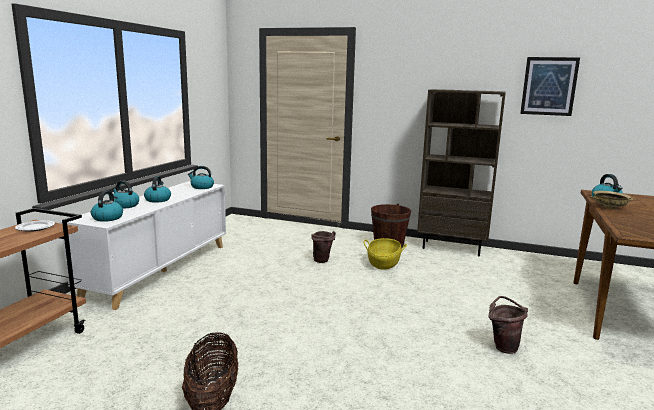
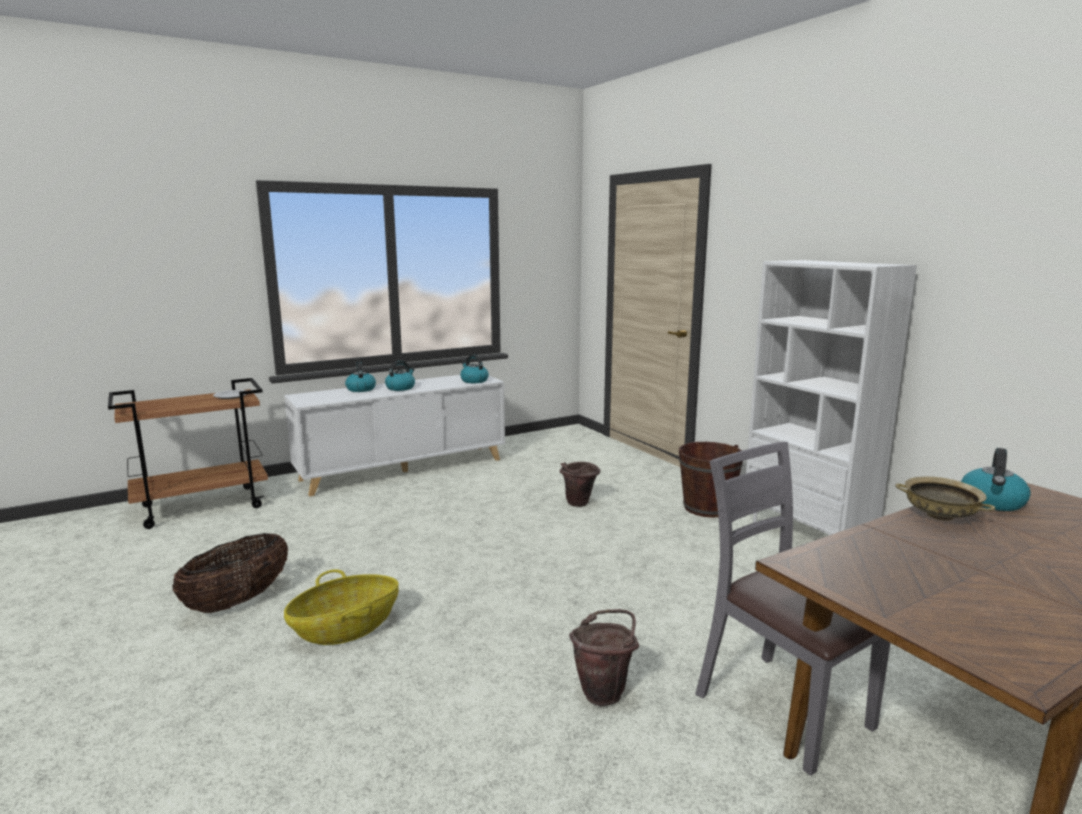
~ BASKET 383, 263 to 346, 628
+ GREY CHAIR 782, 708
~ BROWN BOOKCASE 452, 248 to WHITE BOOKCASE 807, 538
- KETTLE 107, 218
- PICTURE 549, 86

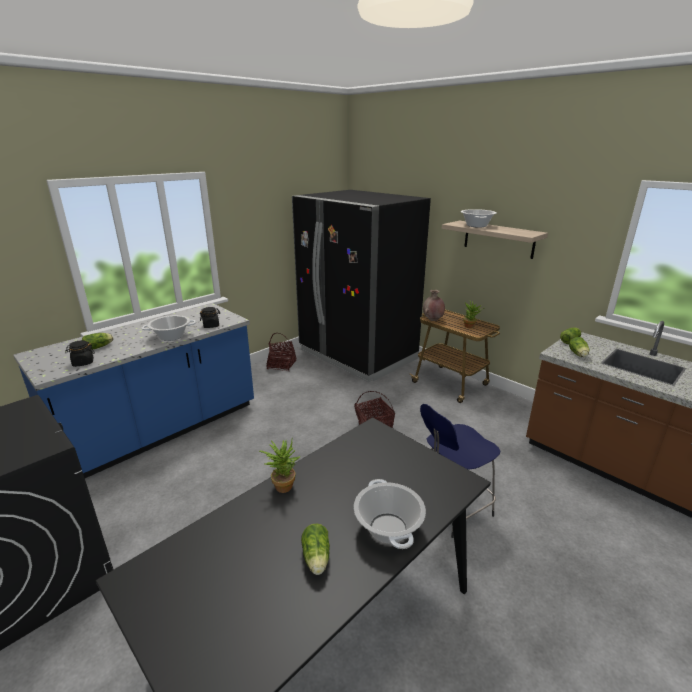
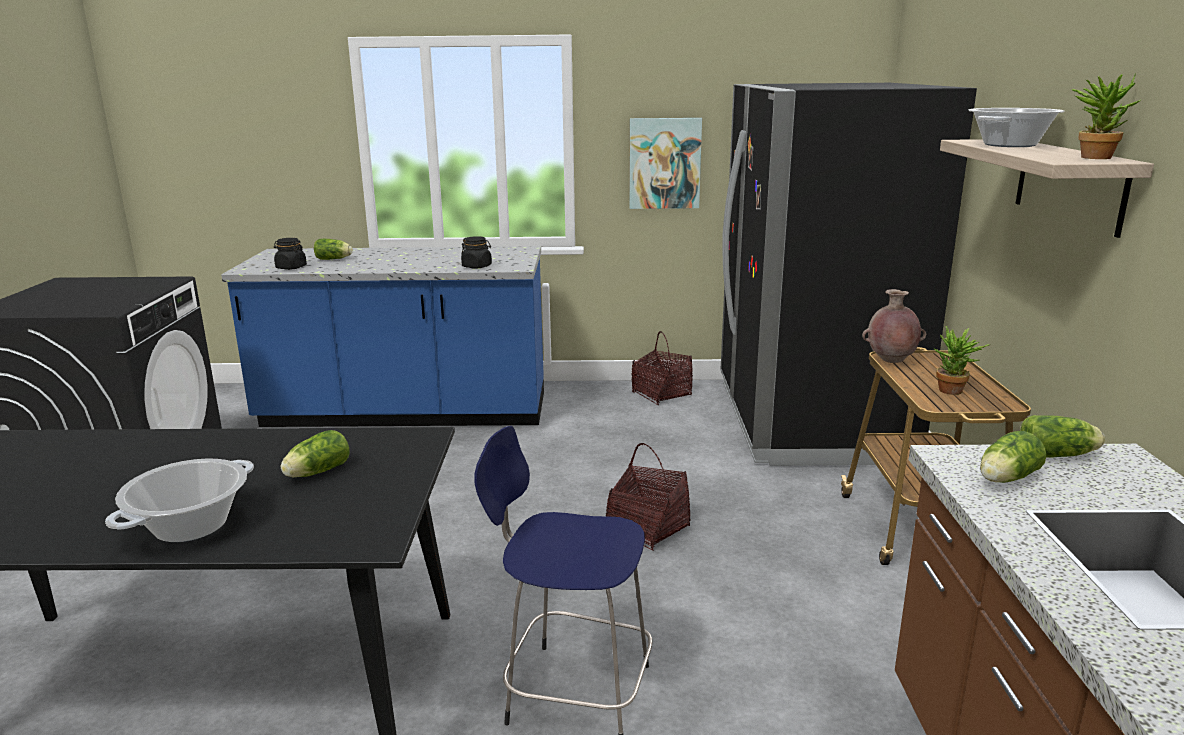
~ LETTUCE 316, 559 to 316, 473
+ PICTURE 664, 163
~ POTTED PLANT 282, 484 to 1094, 157
- COOKING POT 171, 337

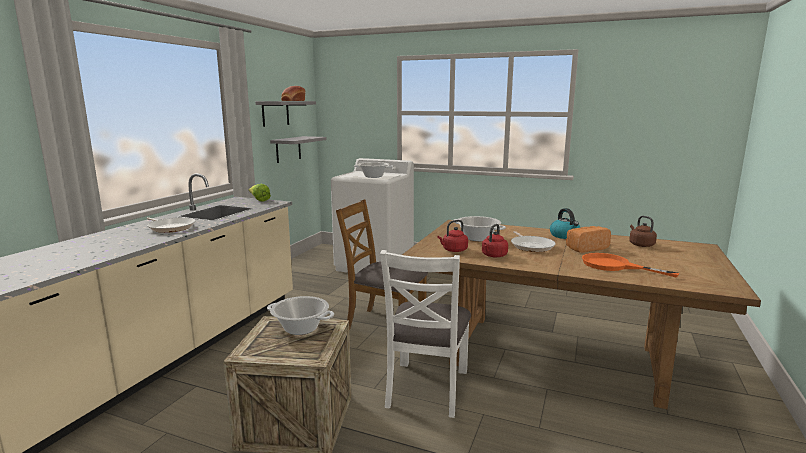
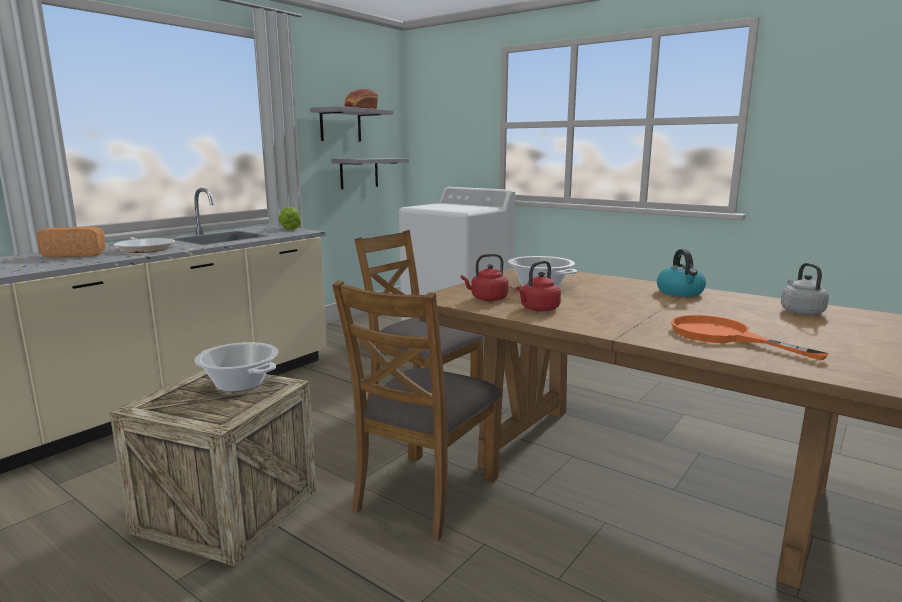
~ BREAD 585, 248 to 76, 254
~ WHITE CHAIR 426, 388 to BROWN CHAIR 425, 493
~ BROWN KETTLE 640, 244 to GREY KETTLE 800, 311
- COOKING POT 373, 176
- FRYING PAN 531, 246

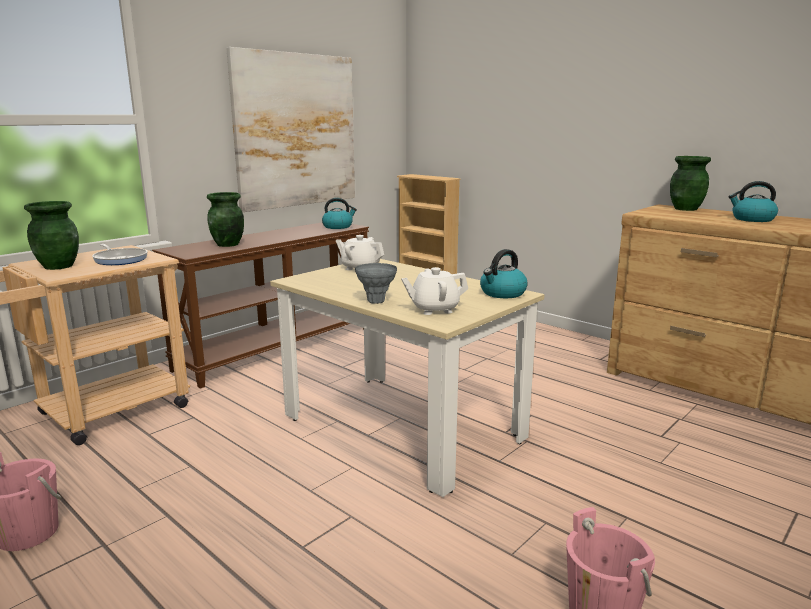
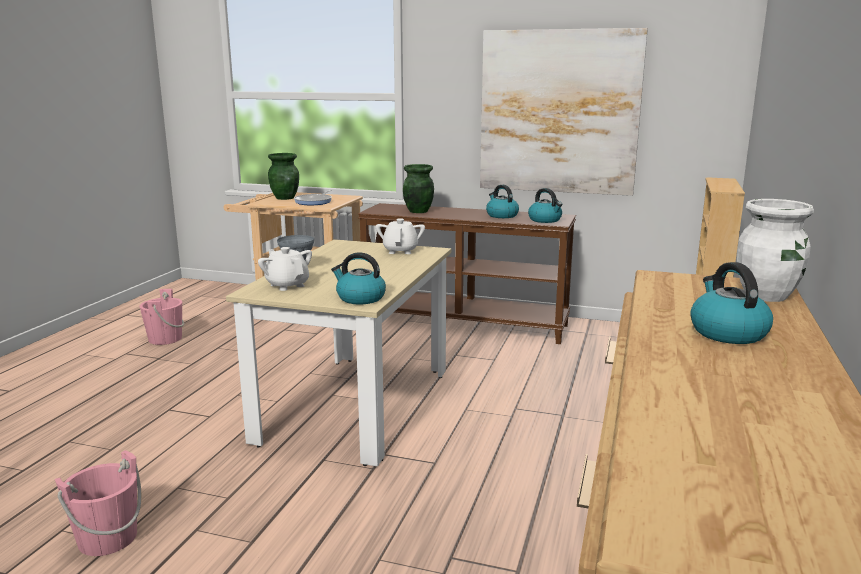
+ KETTLE 501, 215
~ GREEN VASE 685, 209 to WHITE VASE 767, 296

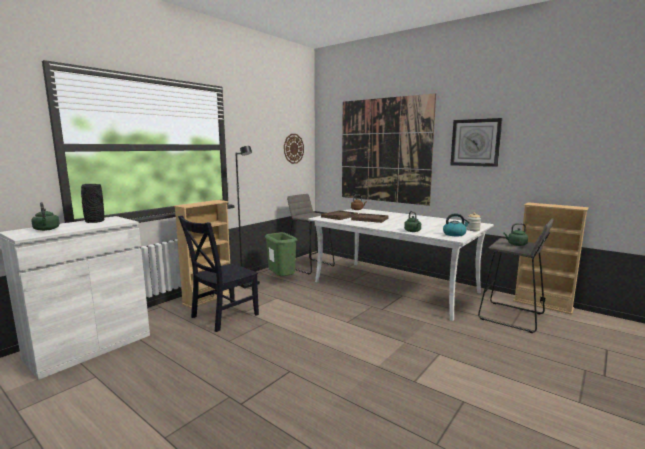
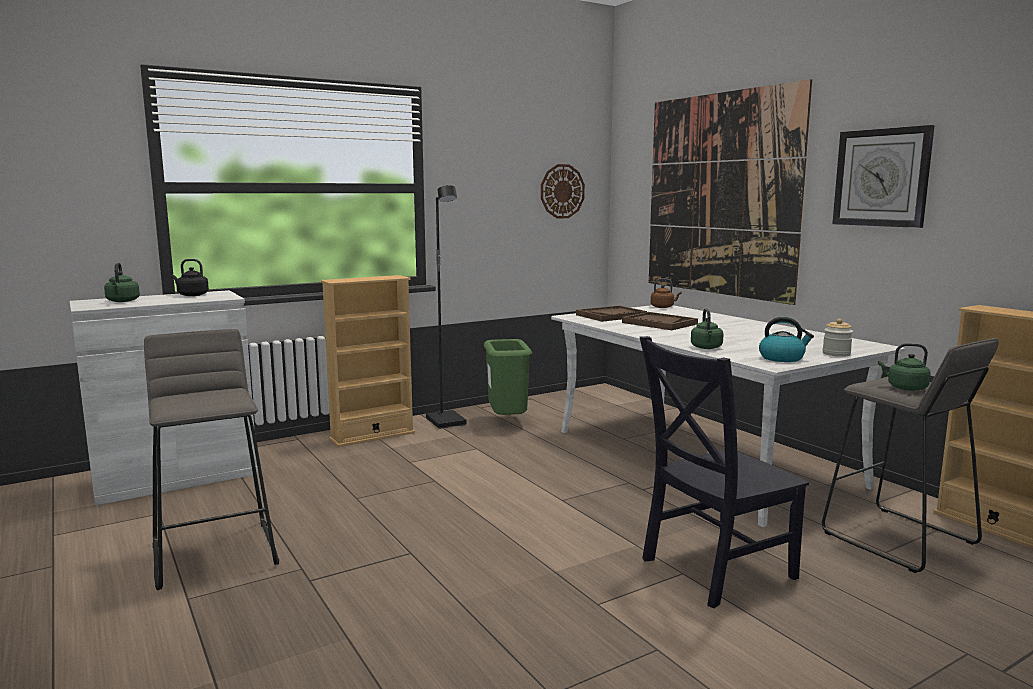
~ GREY STOOL 310, 266 to 216, 553
~ BLACK VASE 94, 221 to BLACK KETTLE 191, 295
~ BLACK CHAIR 222, 316 to 713, 570

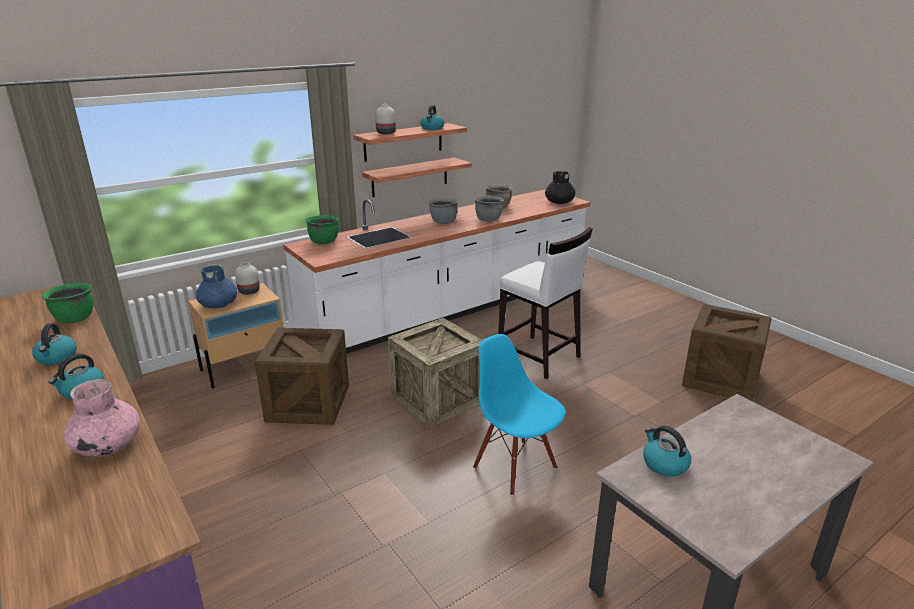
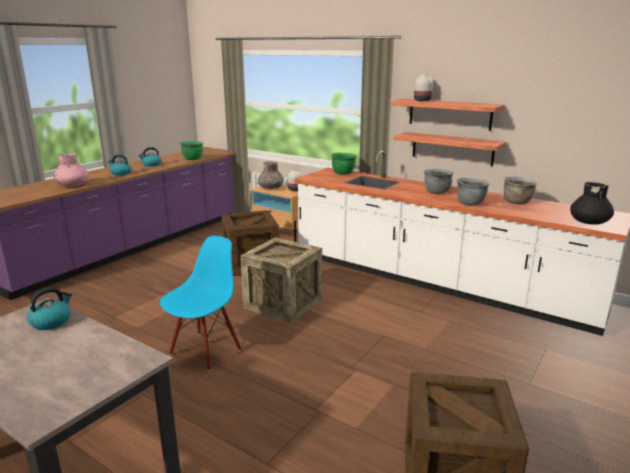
~ BLUE VASE 219, 304 to GREY VASE 271, 188
- KETTLE 432, 128
- WHITE STOOL 539, 357

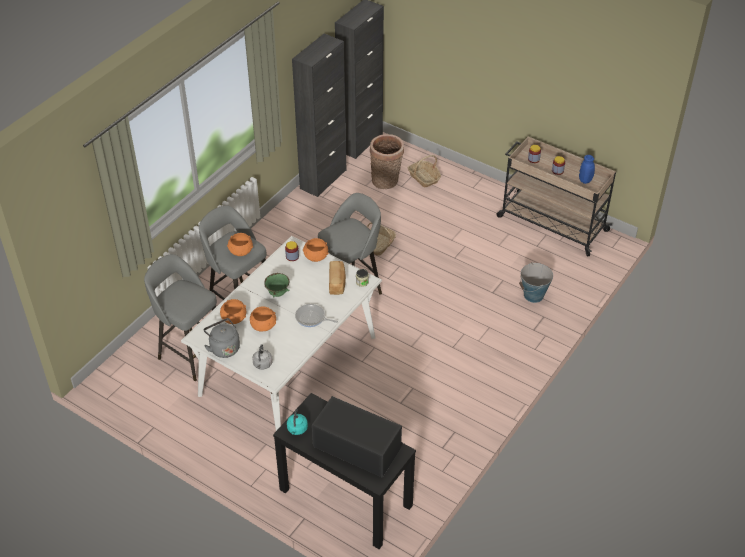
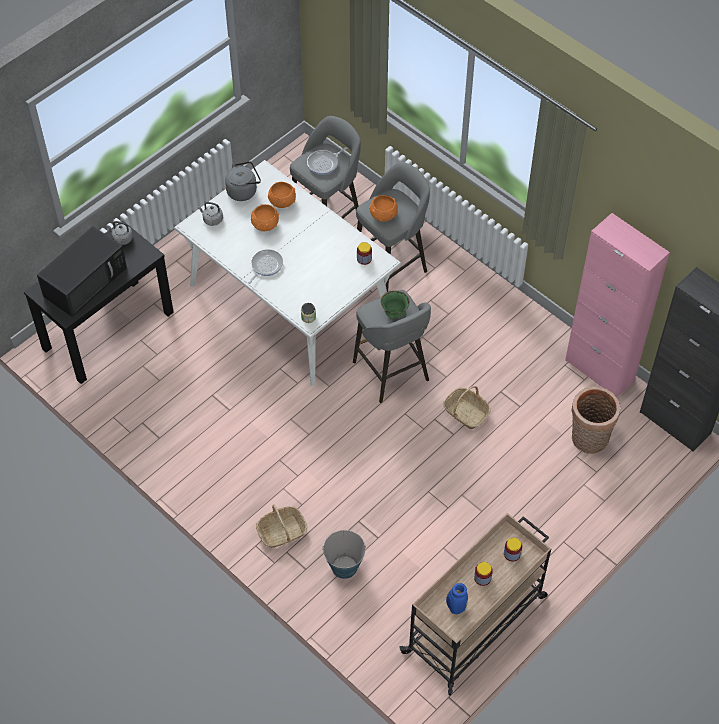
~ TURQUOISE KETTLE 297, 429 to GREY KETTLE 121, 238
~ BASKET 424, 178 to 282, 532
+ FRYING PAN 324, 163
~ GREEN BOWL 277, 293 to 394, 313
~ BLACK CABINET 323, 179 to PINK CABINET 599, 370
- ORANGE BOWL 316, 257
- BREAD 337, 283

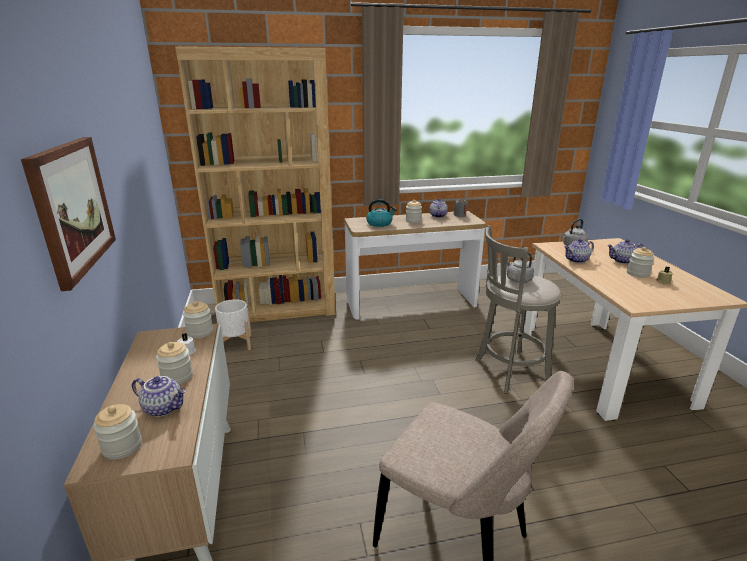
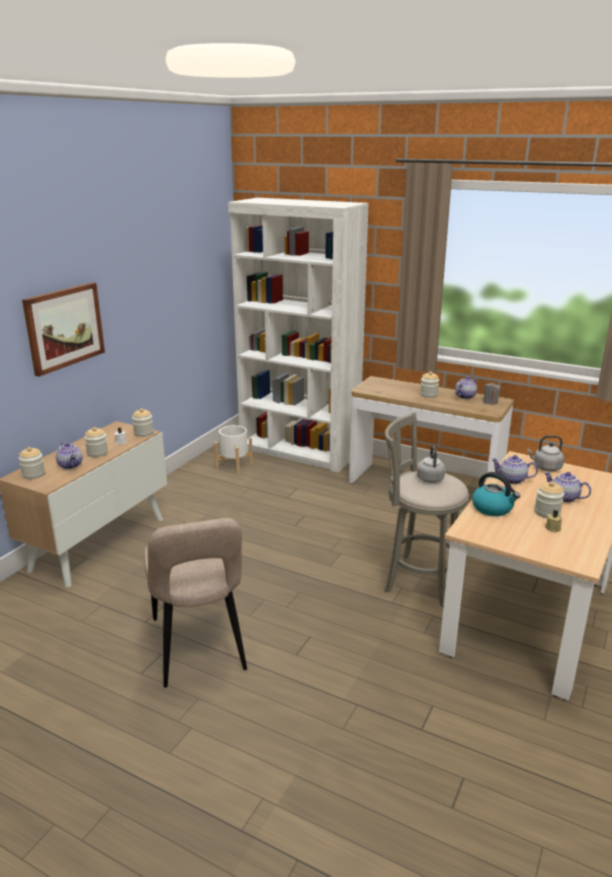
~ BROWN BOOKCASE 278, 309 to WHITE BOOKCASE 299, 451
~ KETTLE 380, 223 to 493, 508

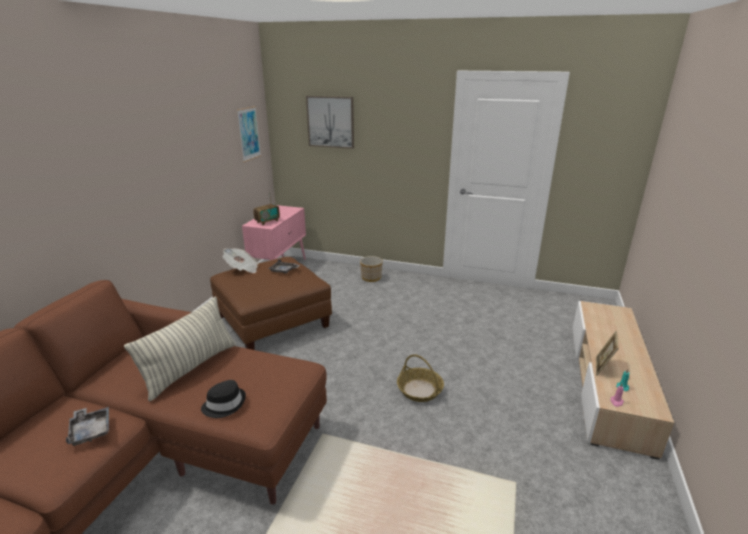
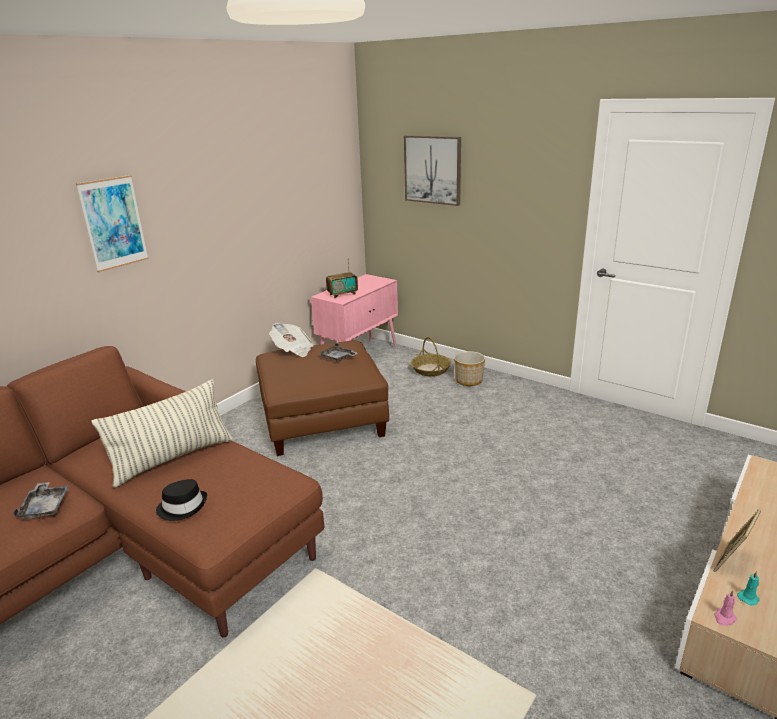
~ PICTURE 249, 133 to 113, 223
~ BASKET 420, 390 to 431, 370

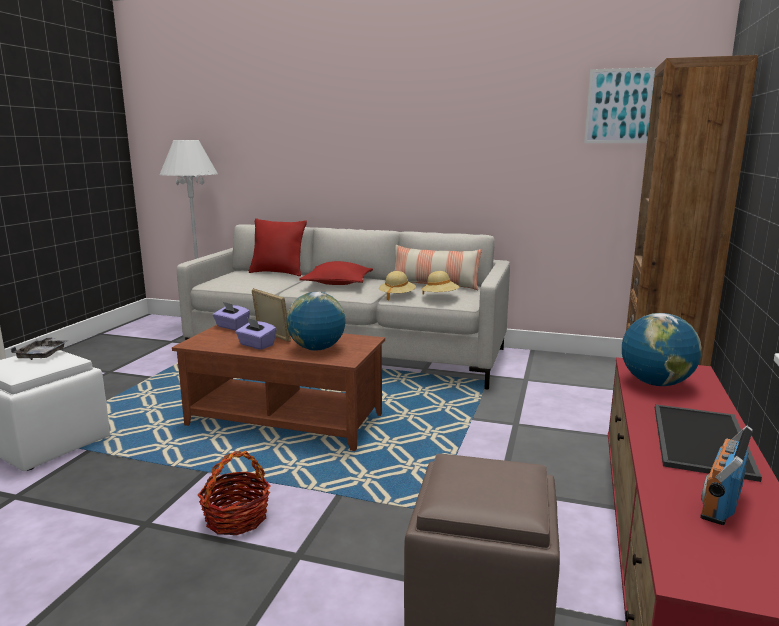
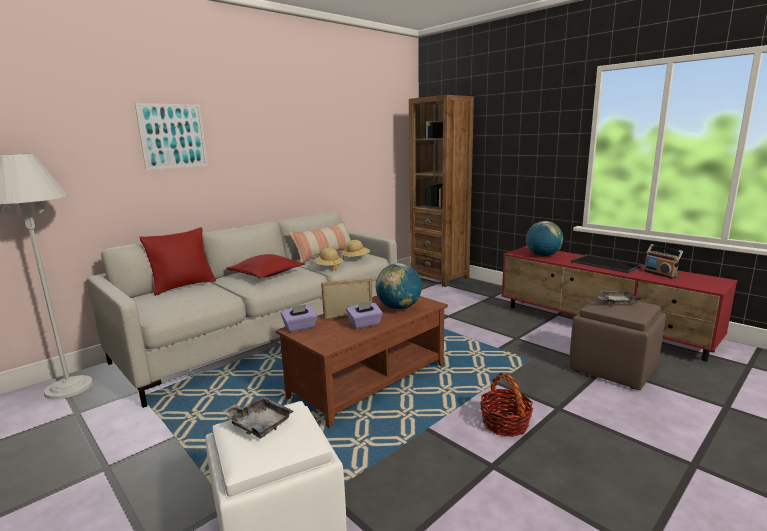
~ PICTURE 624, 106 to 173, 136
+ GREY TRAY 616, 302

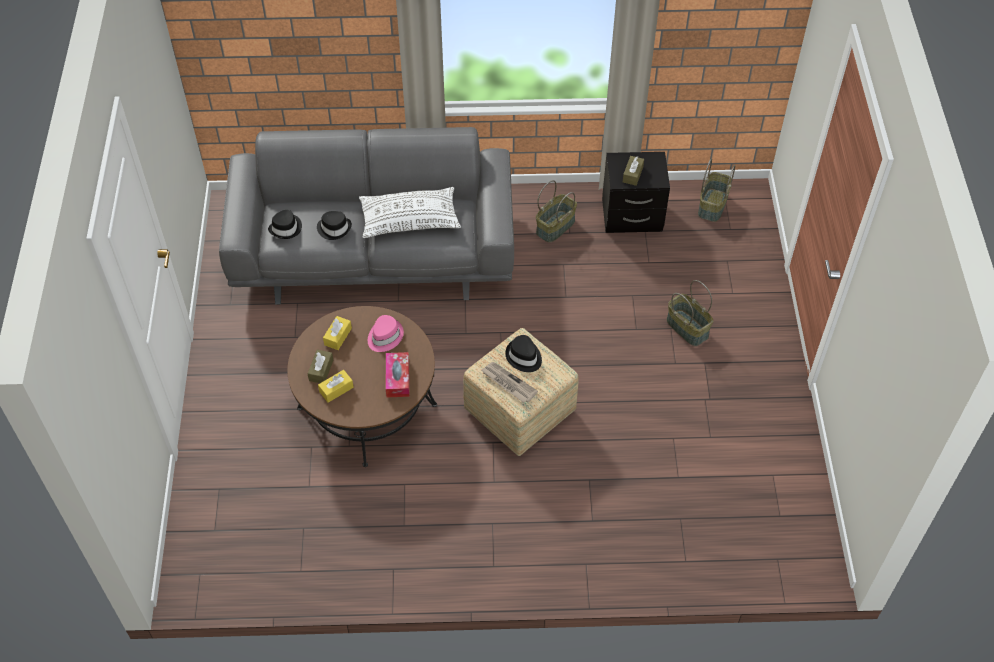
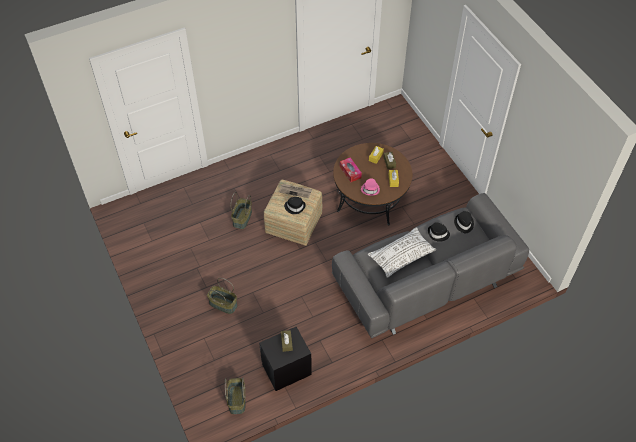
~ BASKET 555, 226 to 242, 218

